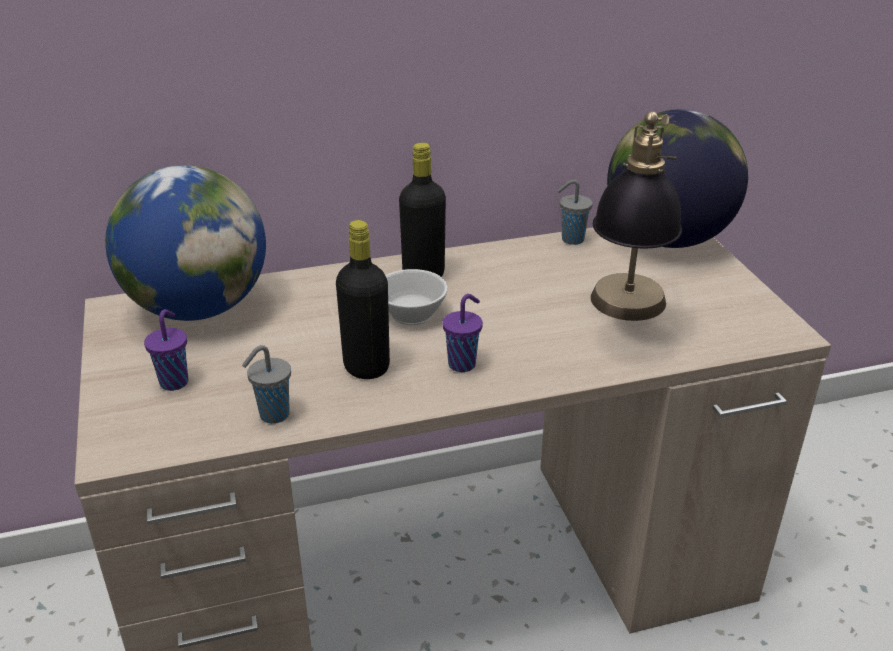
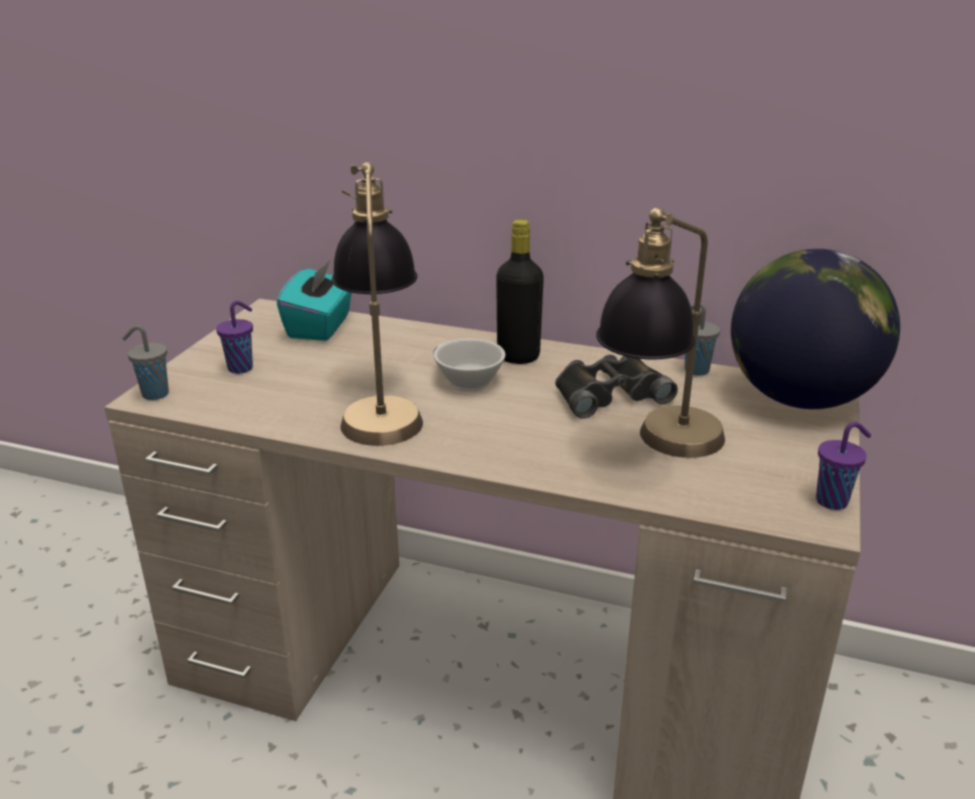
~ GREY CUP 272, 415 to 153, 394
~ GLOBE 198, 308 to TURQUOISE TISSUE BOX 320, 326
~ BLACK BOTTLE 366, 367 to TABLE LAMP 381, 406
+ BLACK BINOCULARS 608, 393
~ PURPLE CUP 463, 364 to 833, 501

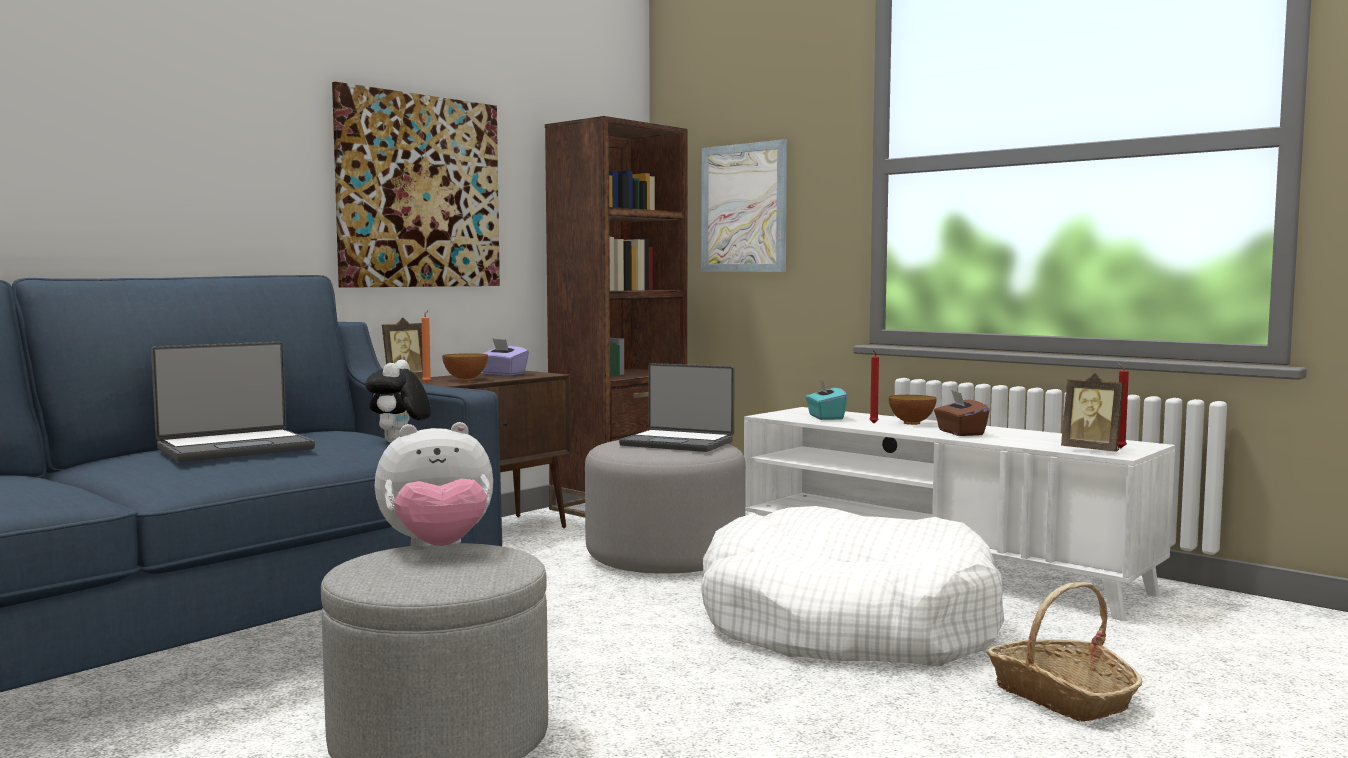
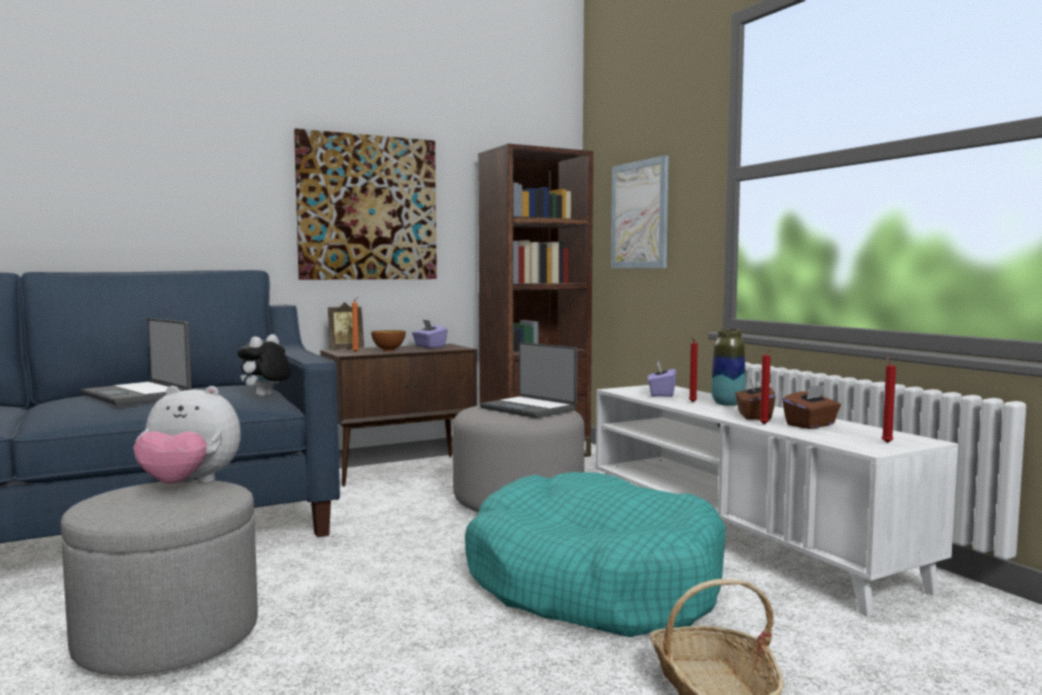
~ LAPTOP 235, 448 = 138, 395 60 degrees clockwise
~ WHITE DOG BED 847, 625 to TURQUOISE DOG BED 593, 583
~ TURQUOISE TISSUE BOX 825, 417 to PURPLE TISSUE BOX 661, 394
~ BOWL 911, 423 to VASE 727, 404
+ RED CANDLE 765, 424
+ BROWN TISSUE BOX 811, 425
- PICTURE FRAME 1093, 450

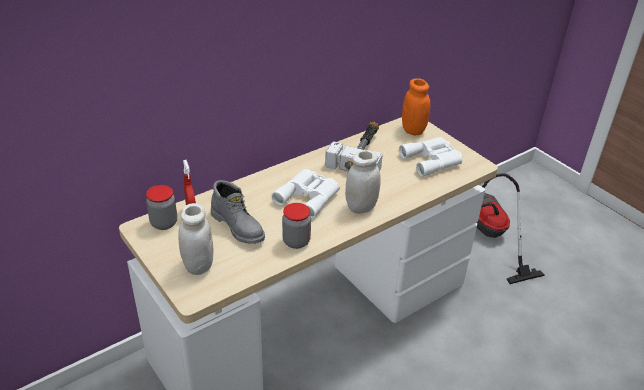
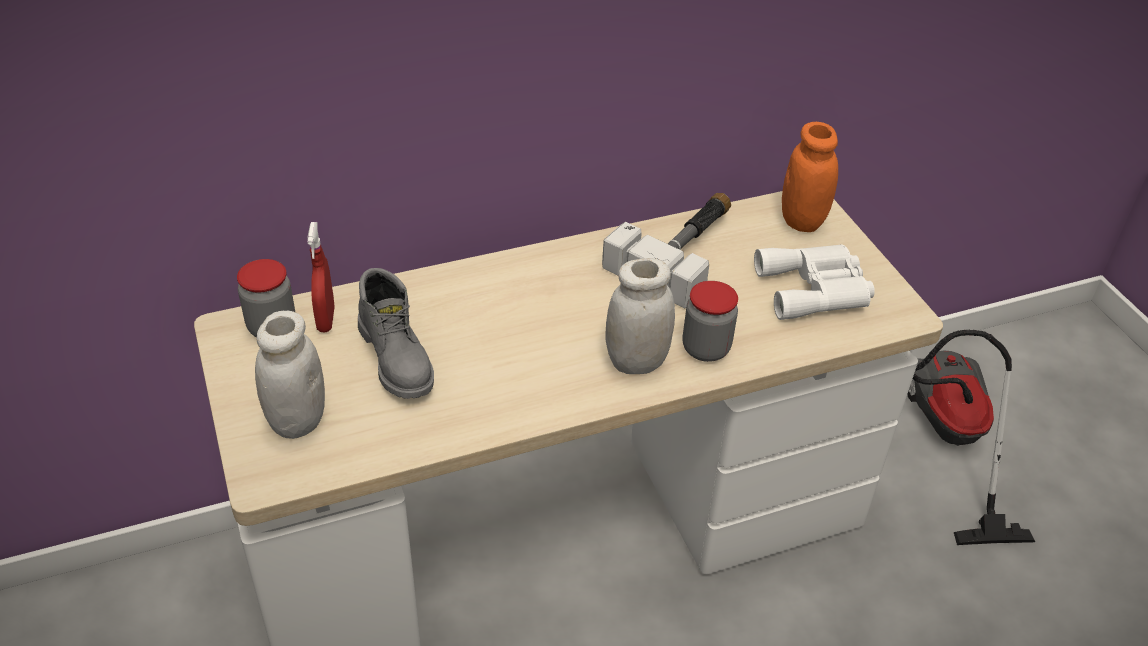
~ JAR 296, 241 to 706, 348
- WHITE BINOCULARS 309, 196

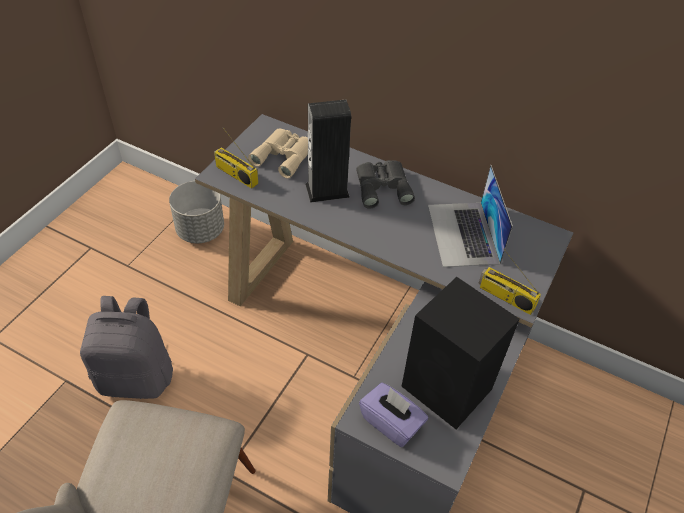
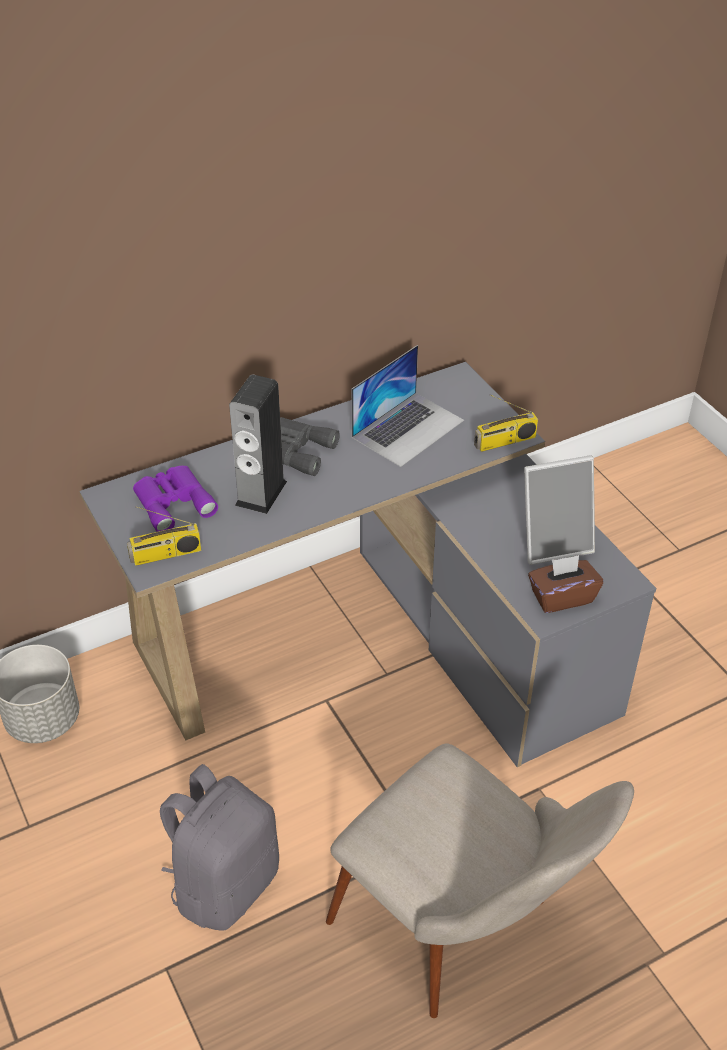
~ BEIGE BINOCULARS 285, 155 to PURPLE BINOCULARS 173, 502
~ LAPTOP 463, 234 = 408, 428 75 degrees counterclockwise
~ BLACK SPEAKER 448, 389 to PICTURE FRAME 553, 542
~ PURPLE TISSUE BOX 391, 422 to BROWN TISSUE BOX 562, 597

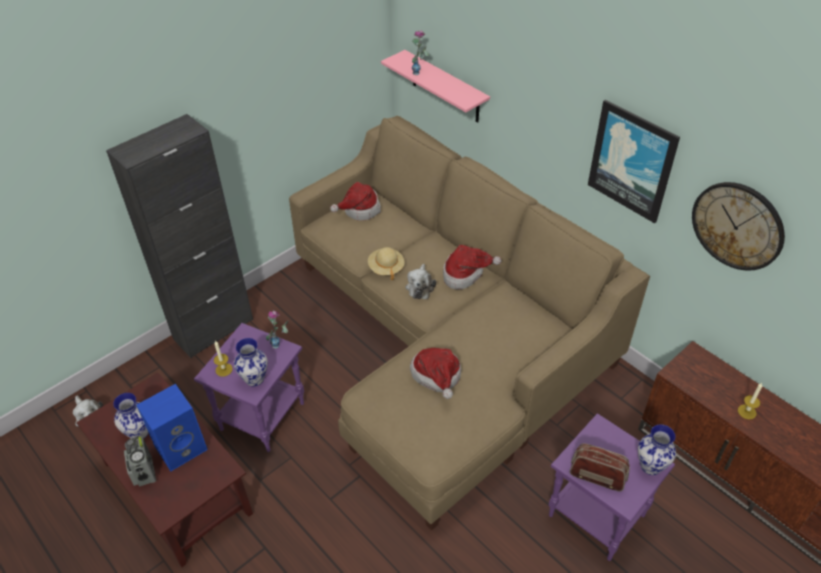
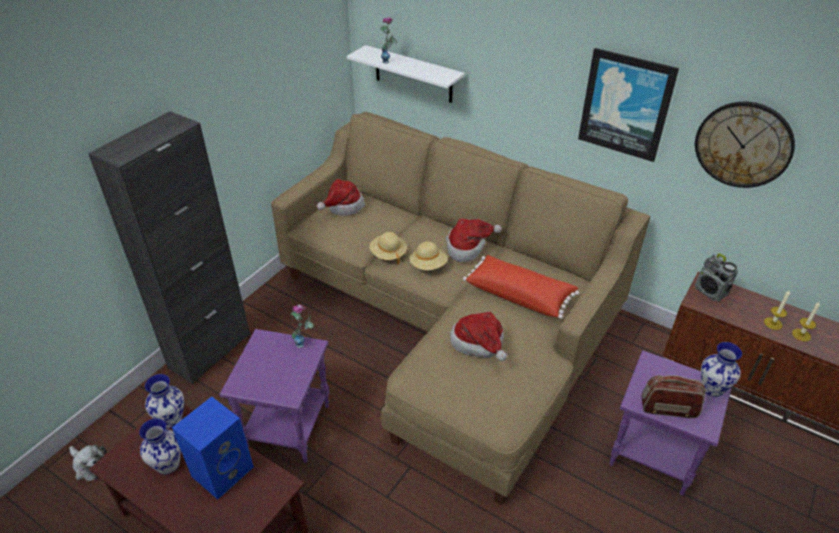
~ VASE 255, 378 to 172, 419
~ PINK SHELF 445, 87 to WHITE SHELF 413, 74
~ PLUSH TOY 420, 287 to BEIGE HAT 428, 265
+ RED PILLOW 519, 294
~ RADIO 144, 473 to 710, 292
~ CANDLE 224, 369 to 801, 335

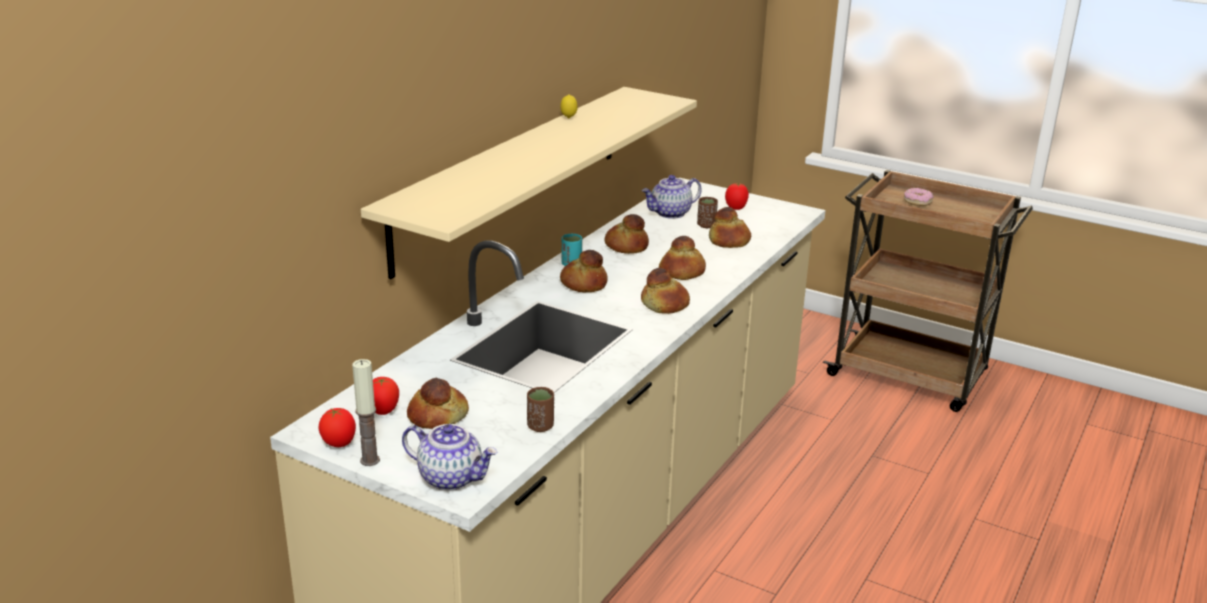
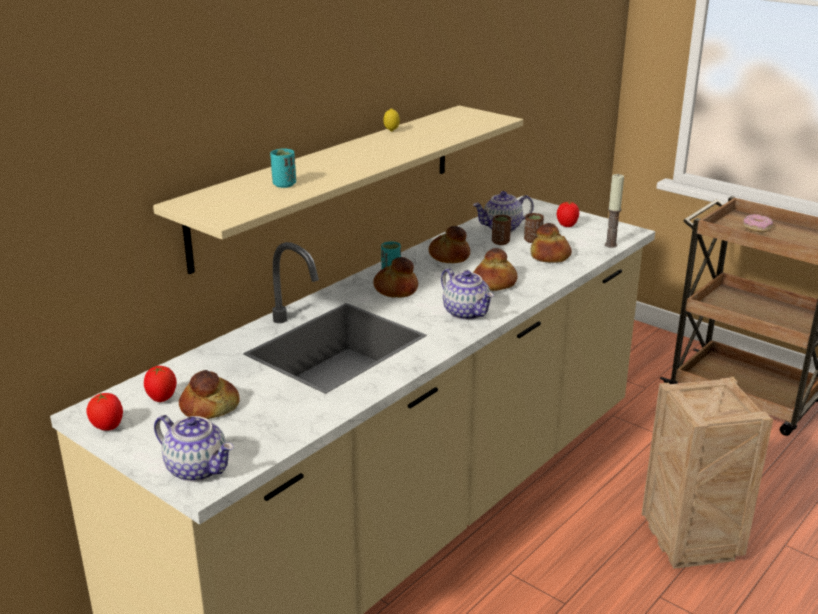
+ TURQUOISE CUP 284, 184
~ BREAD 665, 304 to TEAPOT 467, 313
~ BROWN CUP 540, 426 to 500, 242
~ CANDLE 370, 460 to 611, 245
+ CRATE 692, 545

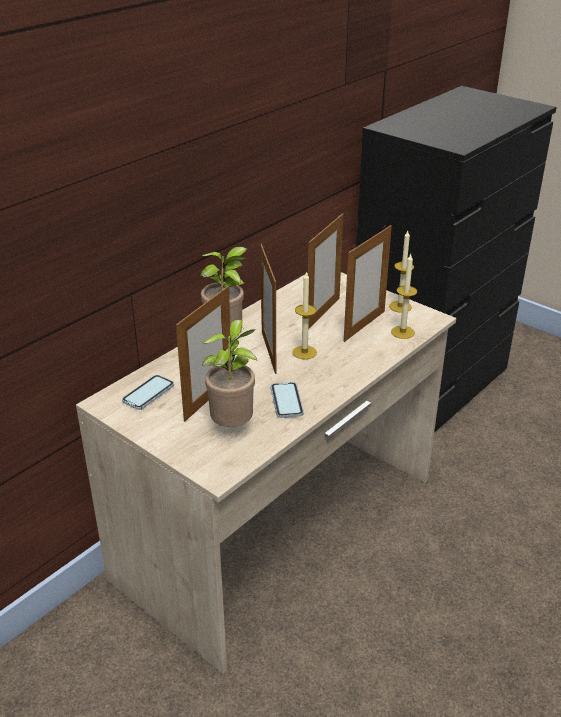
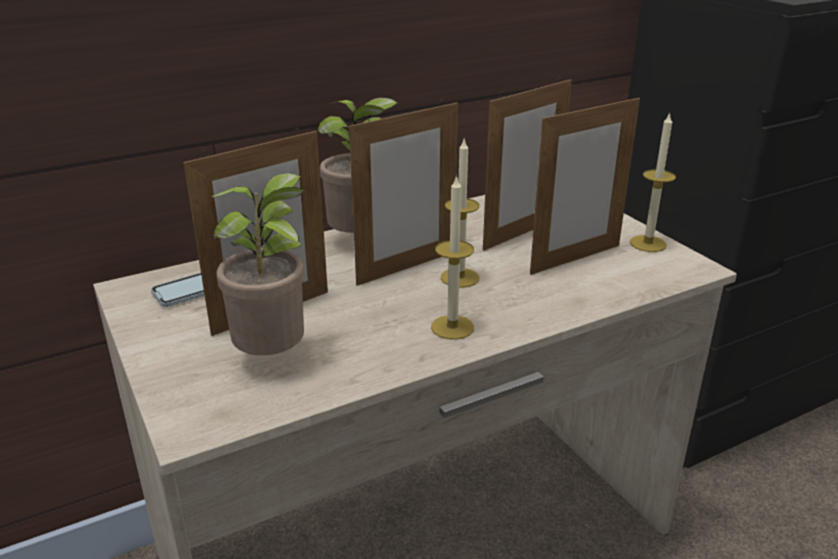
~ PICTURE FRAME 268, 352 = 407, 268 135 degrees counterclockwise
~ CANDLE 402, 332 to 452, 327
- PHONE 286, 401

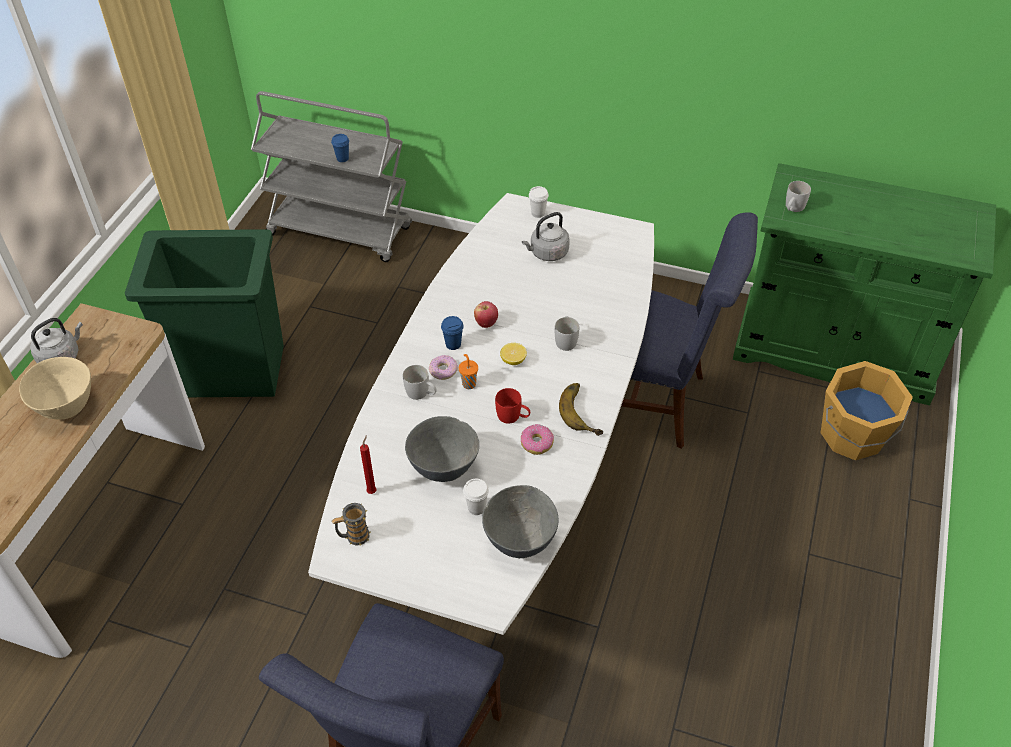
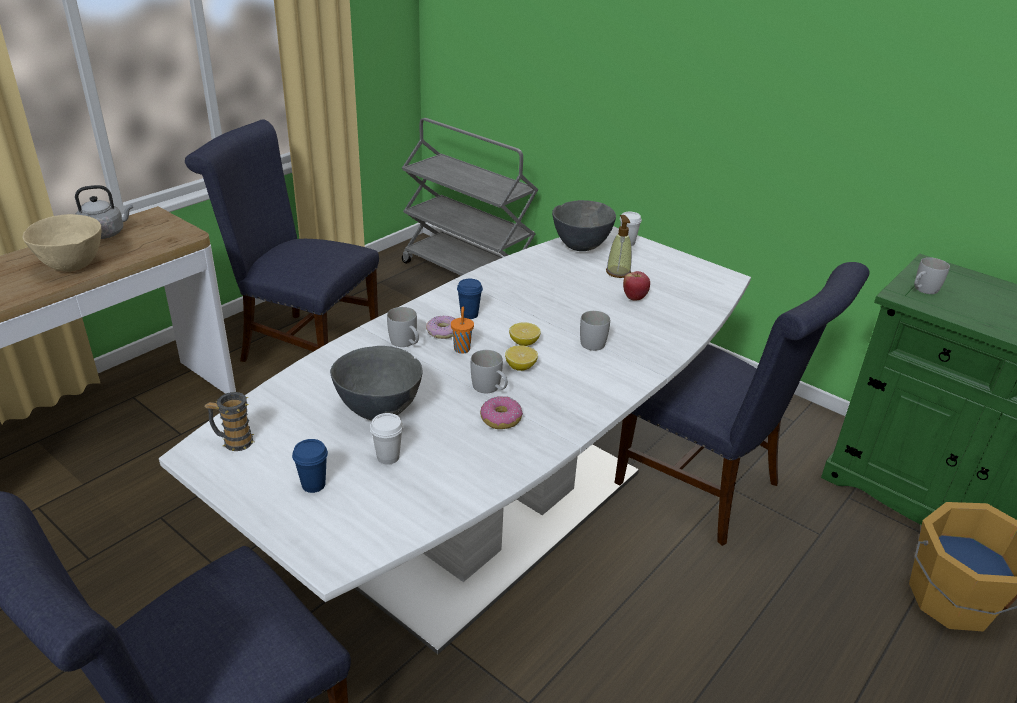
~ GREEN TRASH CAN 232, 370 to BLUE CHAIR 302, 346
~ BLUE CUP 342, 158 to 313, 485
~ RED MUG 513, 417 to WHITE MUG 490, 388
+ LEMON 520, 367
~ GREY BOWL 519, 542 to 580, 247
~ GREY KETTLE 547, 253 to SOAP DISPENSER 618, 272
~ APPLE 486, 323 to 634, 297
- RED CANDLE 372, 491
- BANANA 584, 411

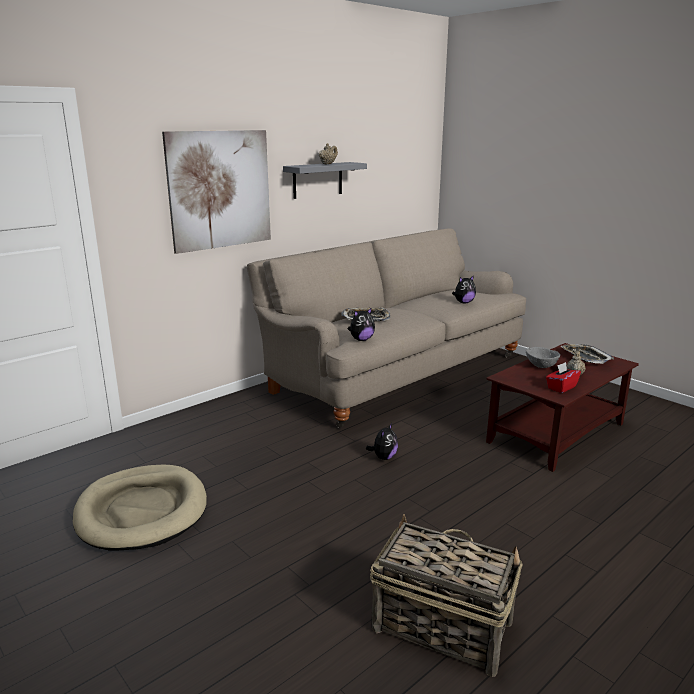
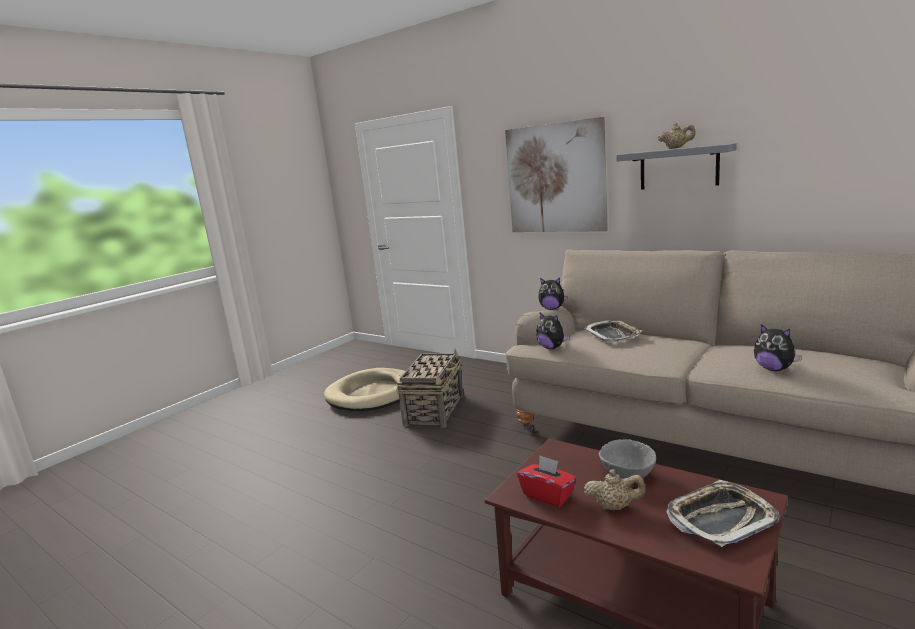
~ BASKET 440, 625 to 434, 410
~ PLUSH TOY 384, 457 to 552, 309

